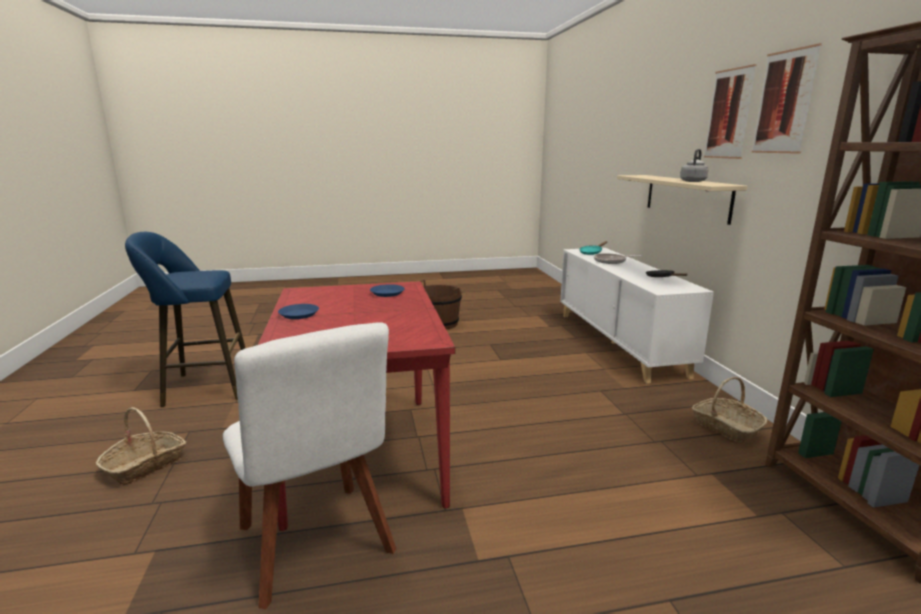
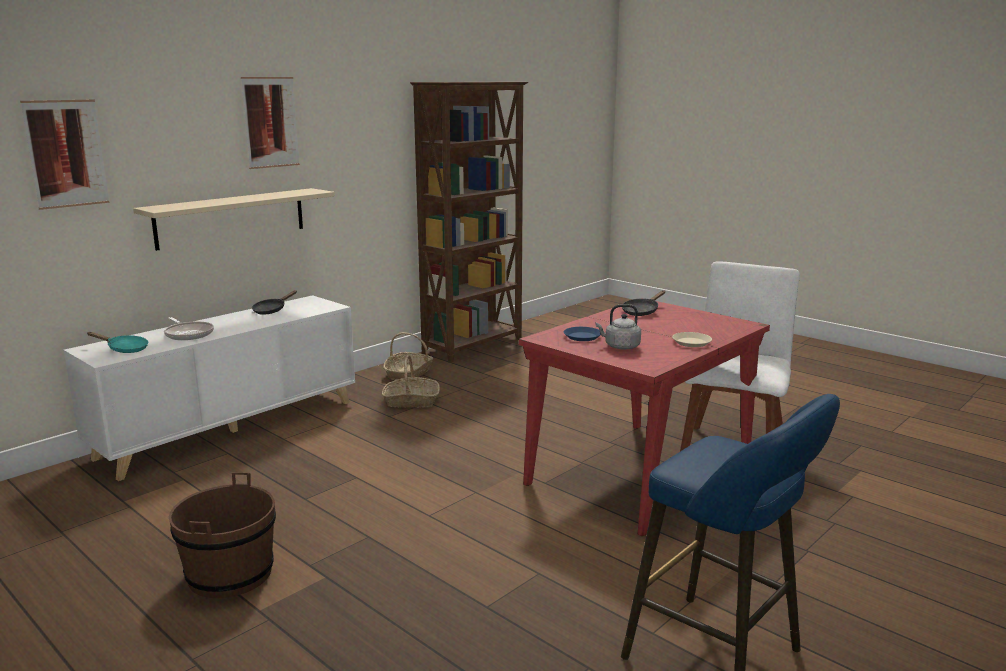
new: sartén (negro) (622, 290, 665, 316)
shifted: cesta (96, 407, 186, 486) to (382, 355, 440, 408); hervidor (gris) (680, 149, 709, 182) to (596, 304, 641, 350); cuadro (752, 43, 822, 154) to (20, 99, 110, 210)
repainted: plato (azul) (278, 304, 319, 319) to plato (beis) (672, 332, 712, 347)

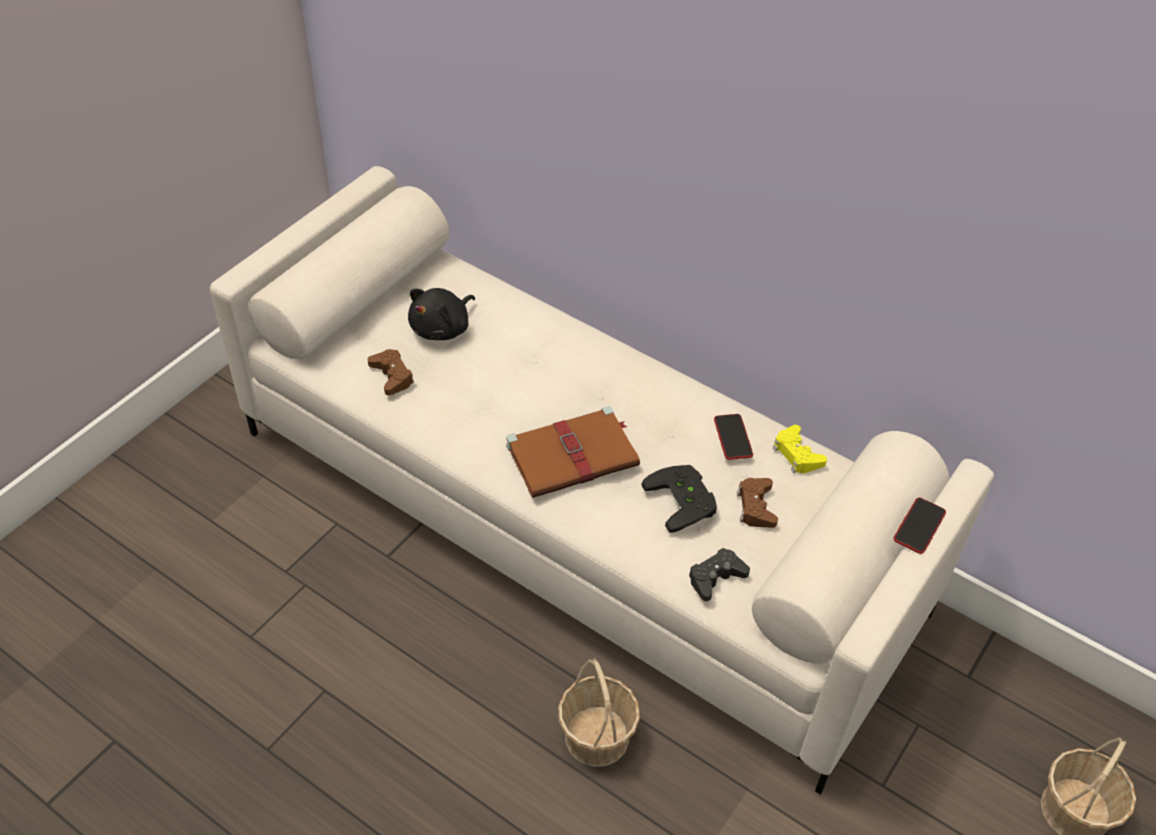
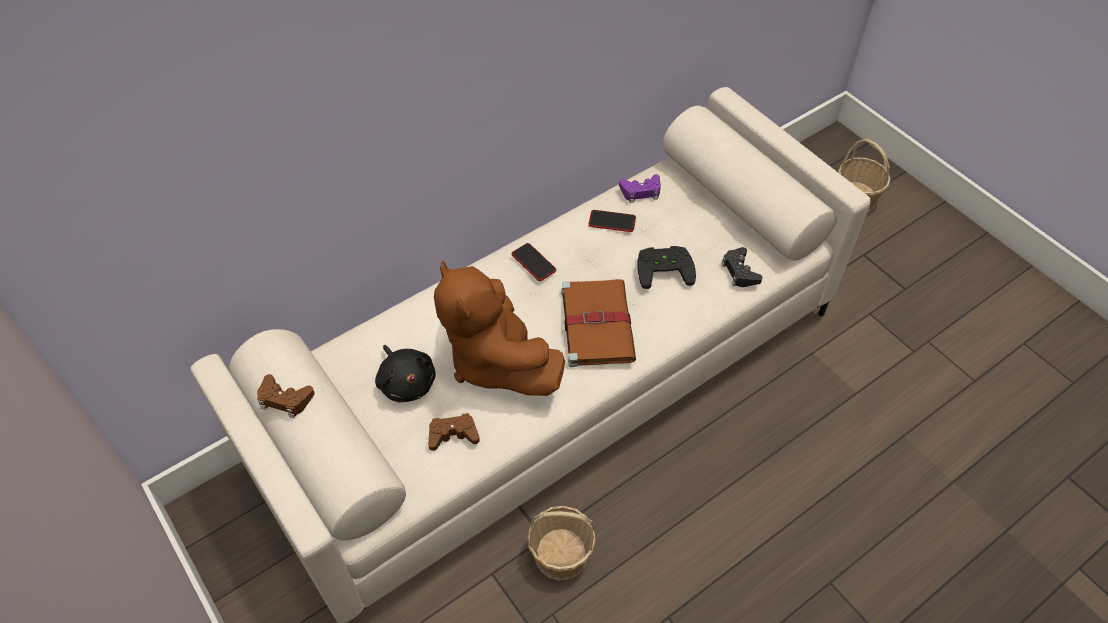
new: peluche (marrón) (434, 260, 565, 396)
shifted: cesta (558, 658, 640, 767) to (527, 506, 596, 581); mando de consola (marrón) (737, 478, 778, 528) to (257, 374, 315, 418); móvil (894, 498, 946, 554) to (511, 243, 556, 281)
repainted: mando de consola (amarillo) (773, 425, 827, 473) to mando de consola (morado) (619, 174, 661, 203)

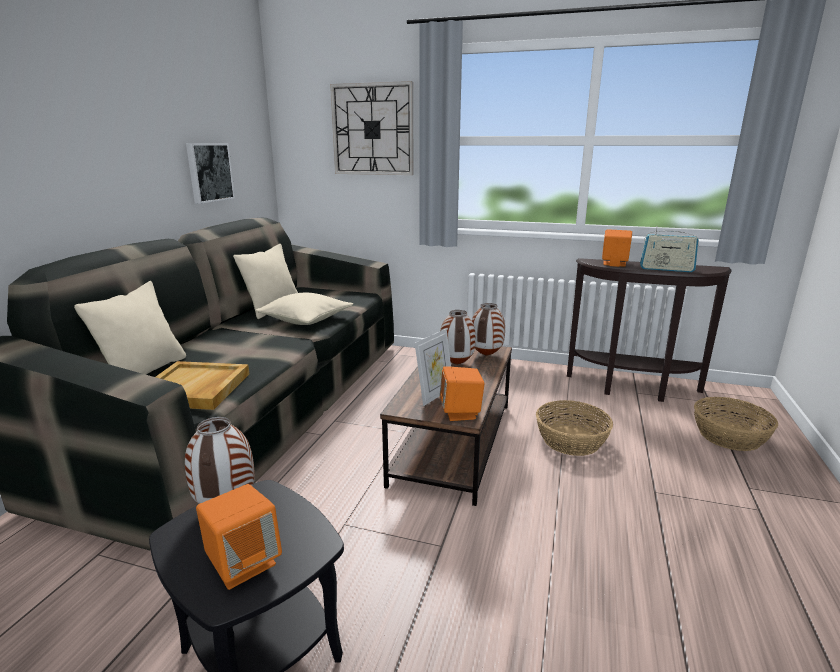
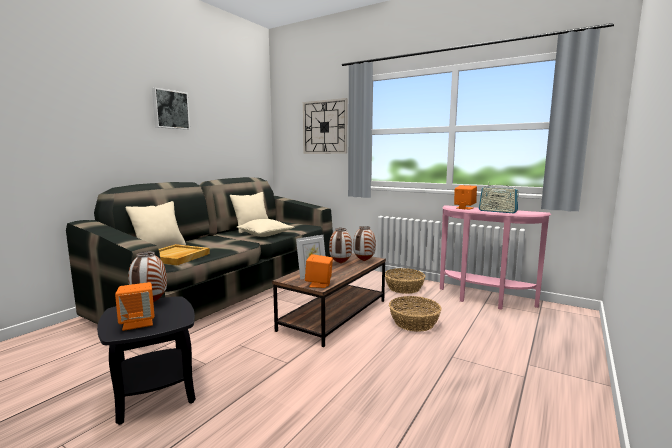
shifted: cuadro (186, 143, 235, 204) to (152, 87, 190, 130); cesta (694, 397, 778, 451) to (385, 268, 426, 294)
repainted: mesa consola (marrón) (567, 258, 732, 402) to mesa consola (rosa) (440, 205, 551, 310)

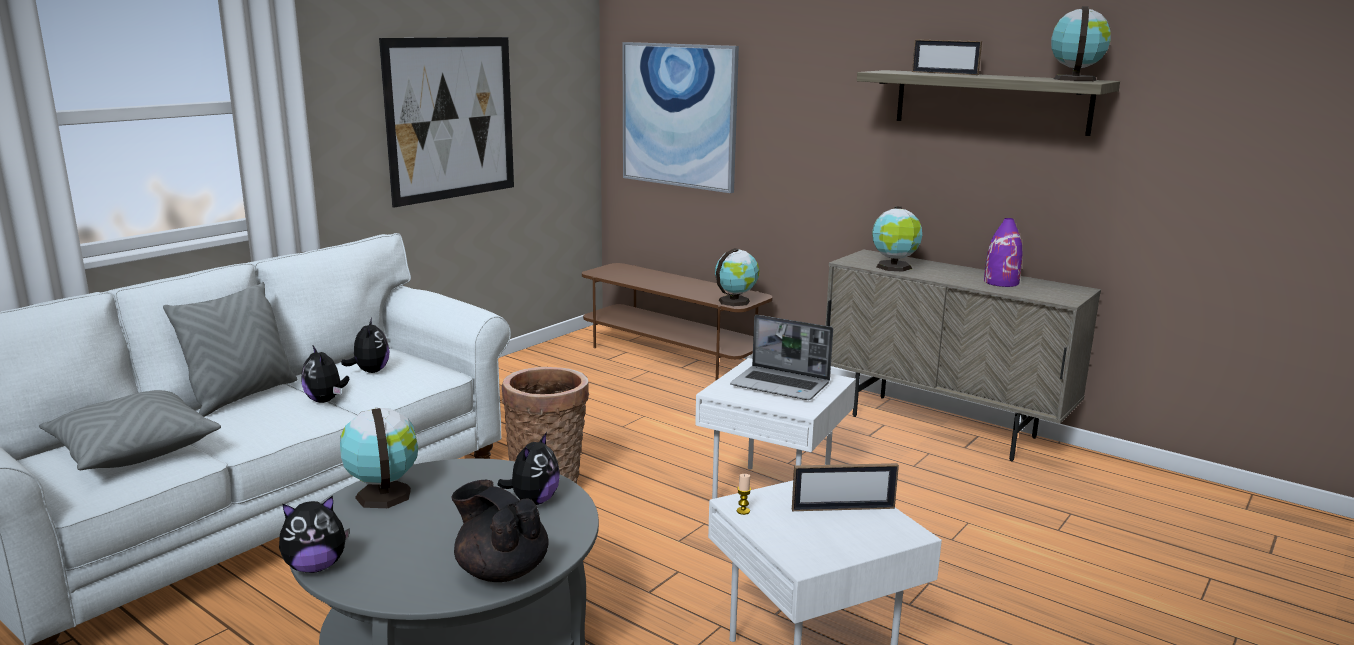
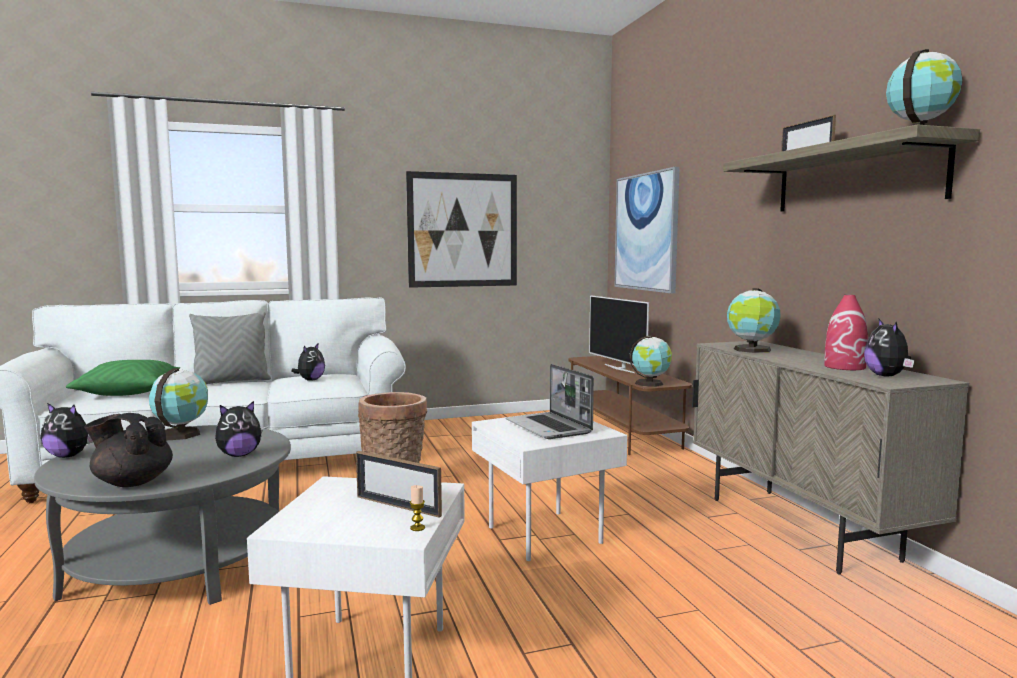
new: televisor (589, 295, 649, 373)
shifted: peluche (301, 346, 349, 403) to (864, 319, 914, 376); vela (737, 474, 751, 515) to (410, 485, 425, 531)
repainted: cojín (gris) (39, 390, 221, 470) to cojín (verde) (66, 360, 180, 396); florero (morado) (984, 218, 1022, 287) to florero (rojo) (824, 295, 868, 370)
rotated: tetera (negro) (452, 480, 549, 582) = (84, 413, 173, 487) 60 degrees counterclockwise

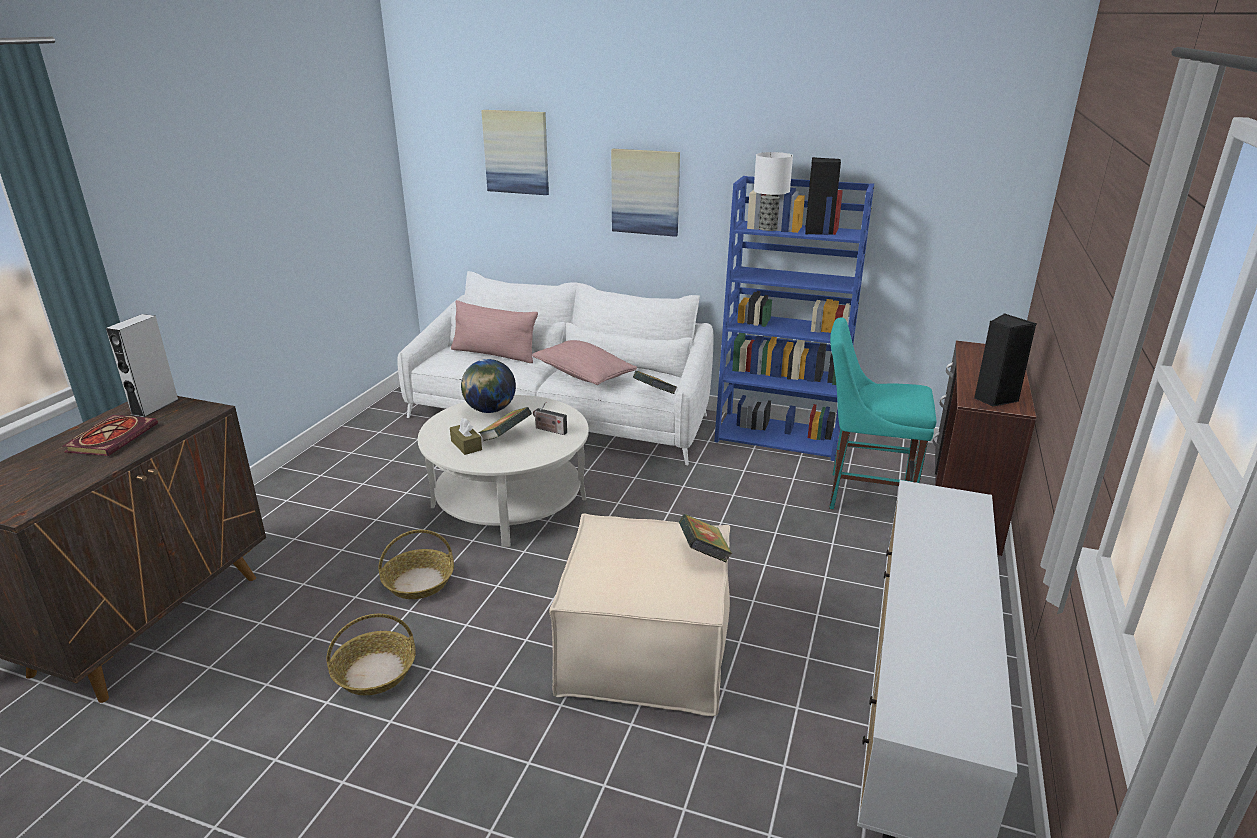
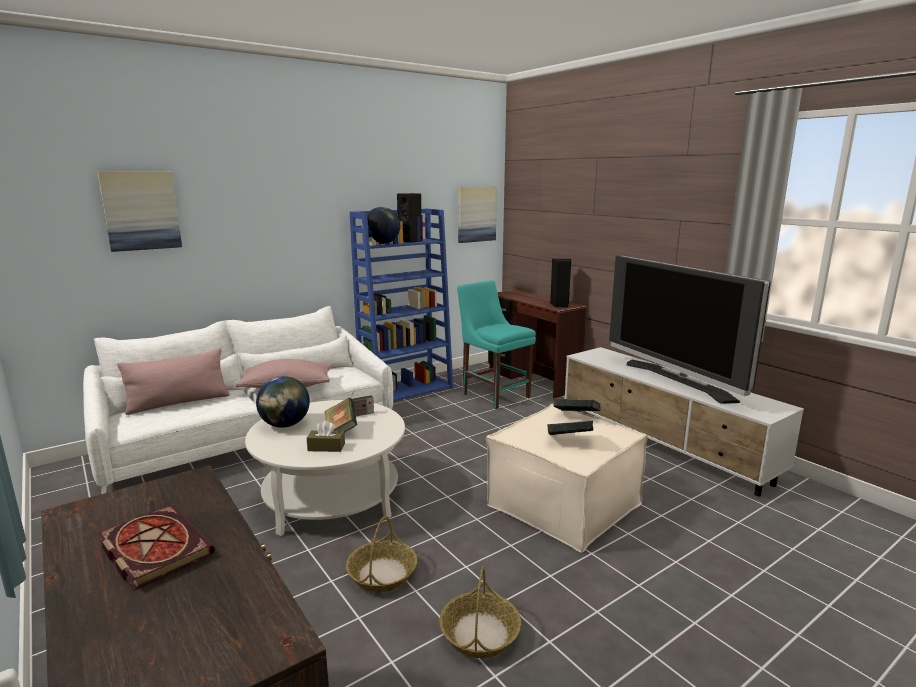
gone: altavoz (gris) (106, 314, 179, 417)
new: televisor (609, 255, 771, 404)
shifted: cuadro (611, 149, 680, 237) to (458, 187, 497, 243); libro (633, 371, 677, 394) to (547, 421, 593, 435)
swapped: lámpara de mesa (754, 152, 793, 231) to globo terráqueo (367, 207, 400, 244)
rotated: silla (turquesa) (829, 317, 936, 510) = (457, 280, 536, 409) 90 degrees clockwise

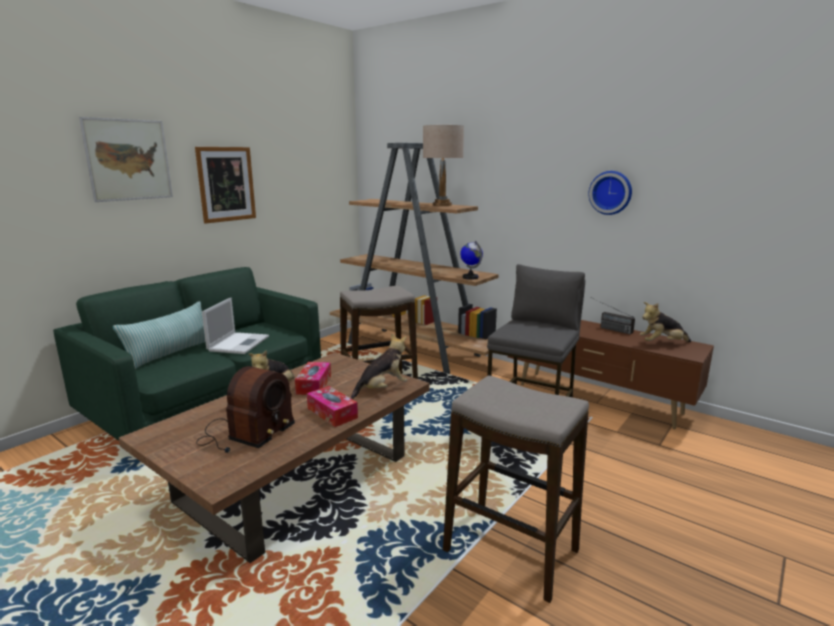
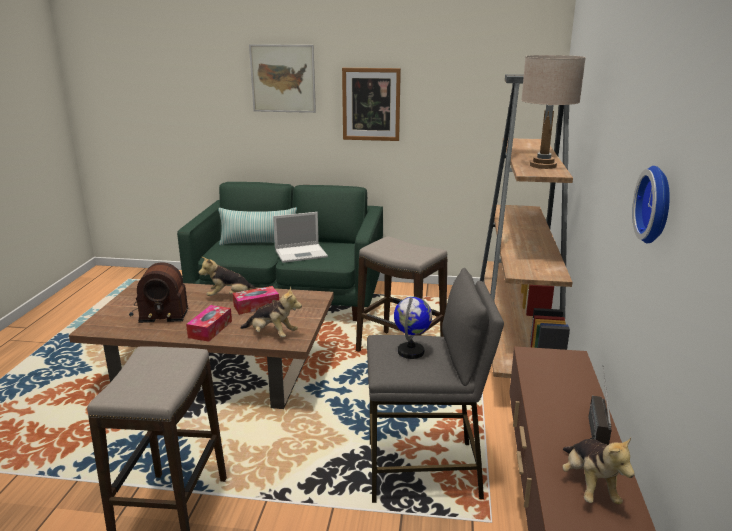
shifted: globo terráqueo (460, 241, 483, 280) to (394, 297, 432, 359)
rotated: peluche (640, 302, 691, 342) = (562, 438, 635, 504) 150 degrees counterclockwise

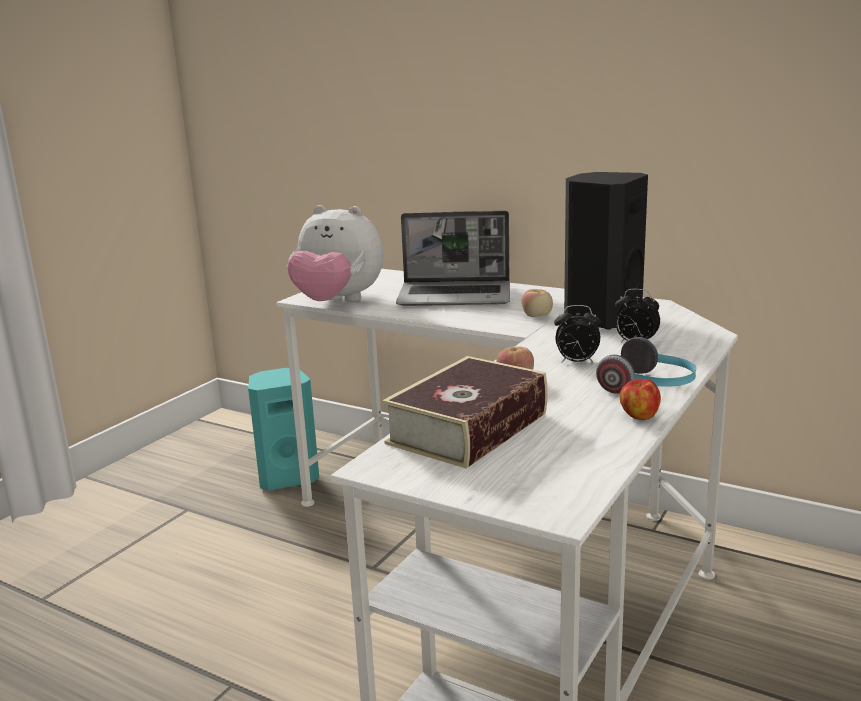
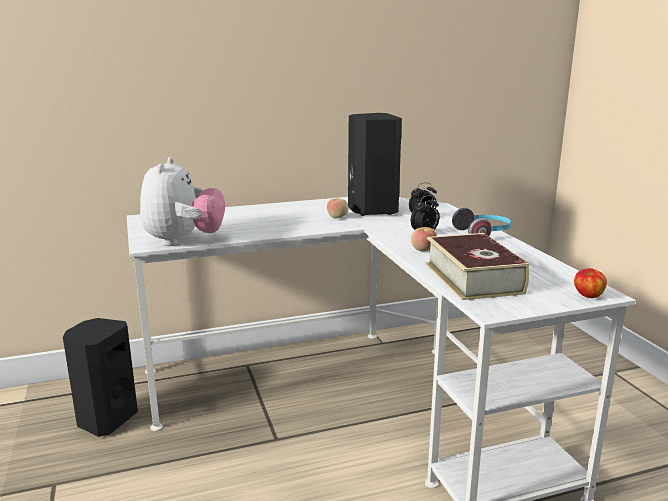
gone: portátil (396, 211, 510, 306)
shifted: manzana (620, 379, 661, 420) to (574, 268, 607, 298)
repainted: altavoz (turquesa) (248, 368, 319, 491) to altavoz (negro) (63, 318, 138, 437)
rotated: peluche (287, 205, 383, 301) = (140, 157, 225, 246) 60 degrees counterclockwise

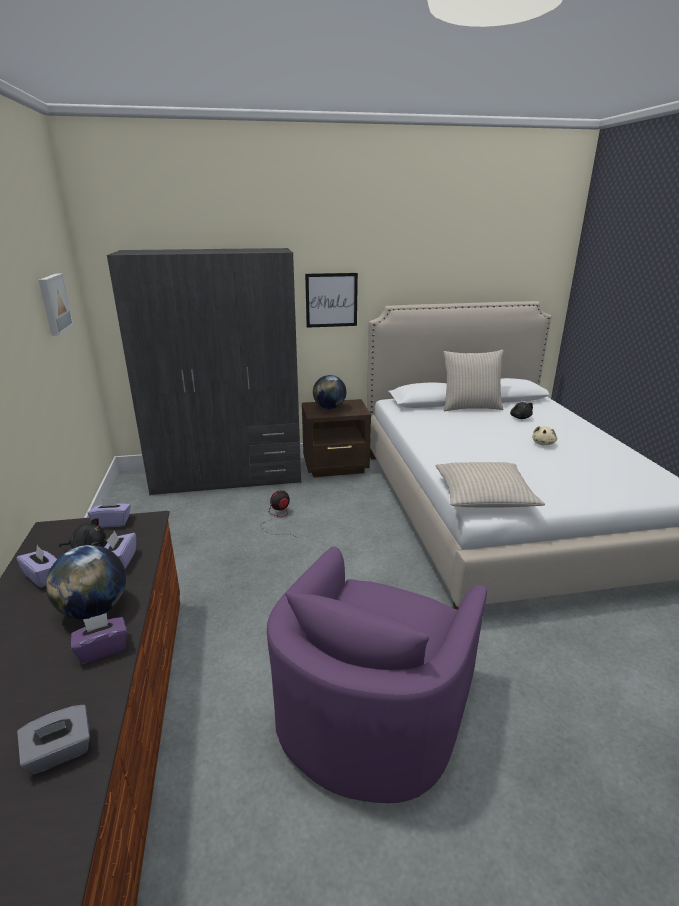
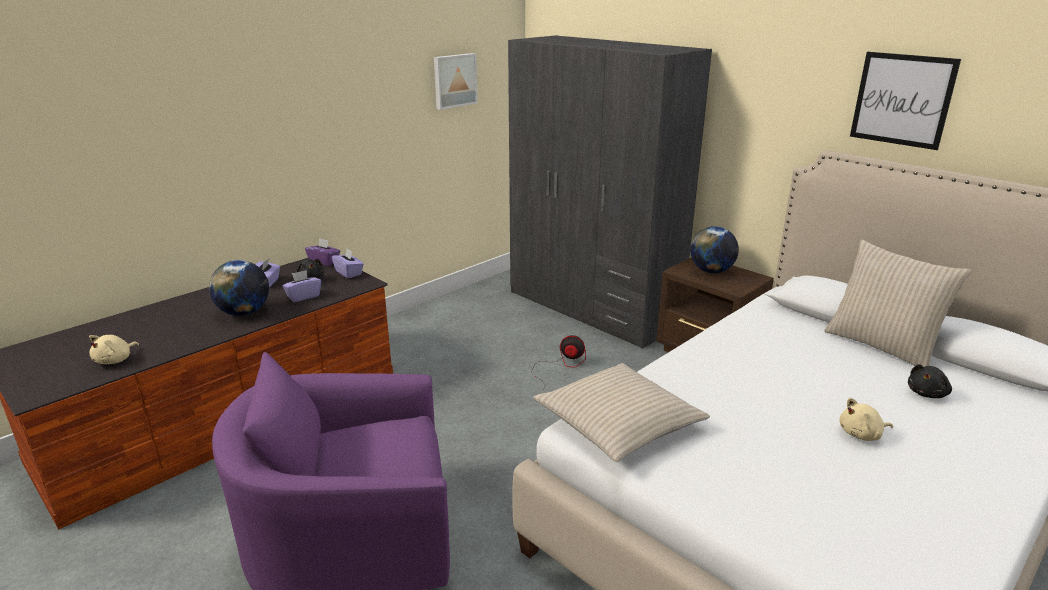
shifted: caja de pañuelos (morado) (71, 613, 127, 664) to (305, 238, 340, 266); cuadro (305, 273, 358, 328) to (850, 52, 961, 150)
swapped: caja de pañuelos (gris) (17, 704, 90, 774) to peluche (beis) (89, 335, 139, 364)

